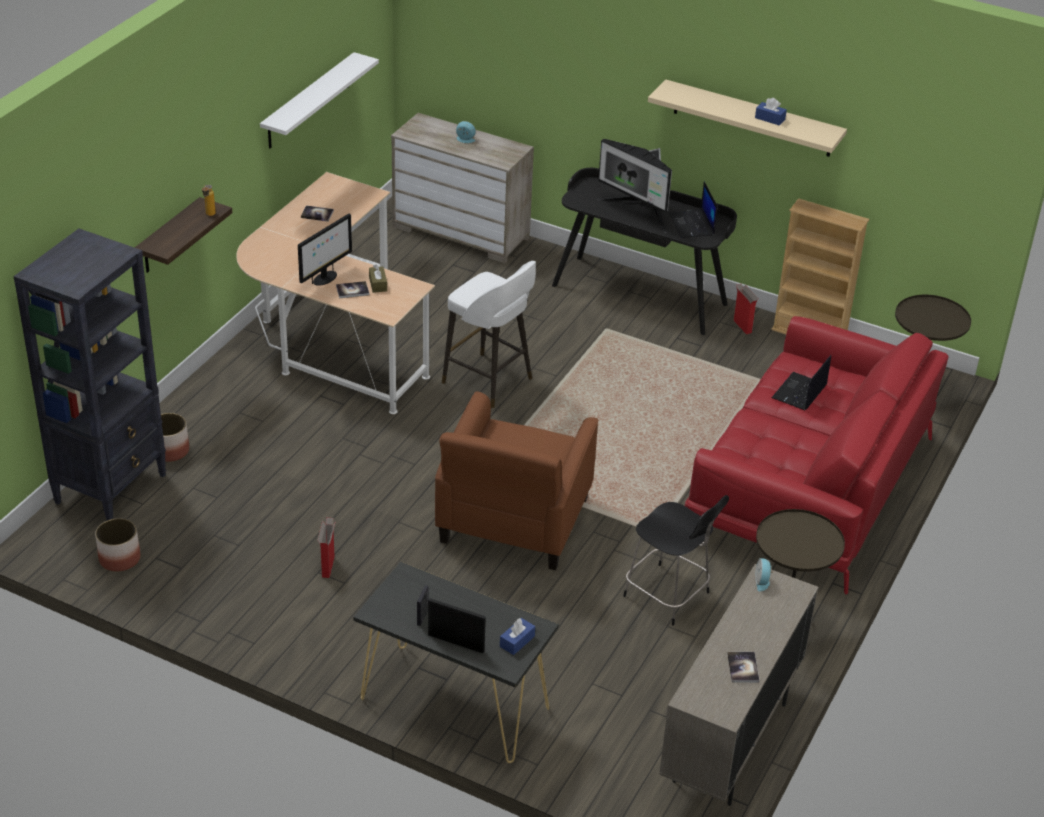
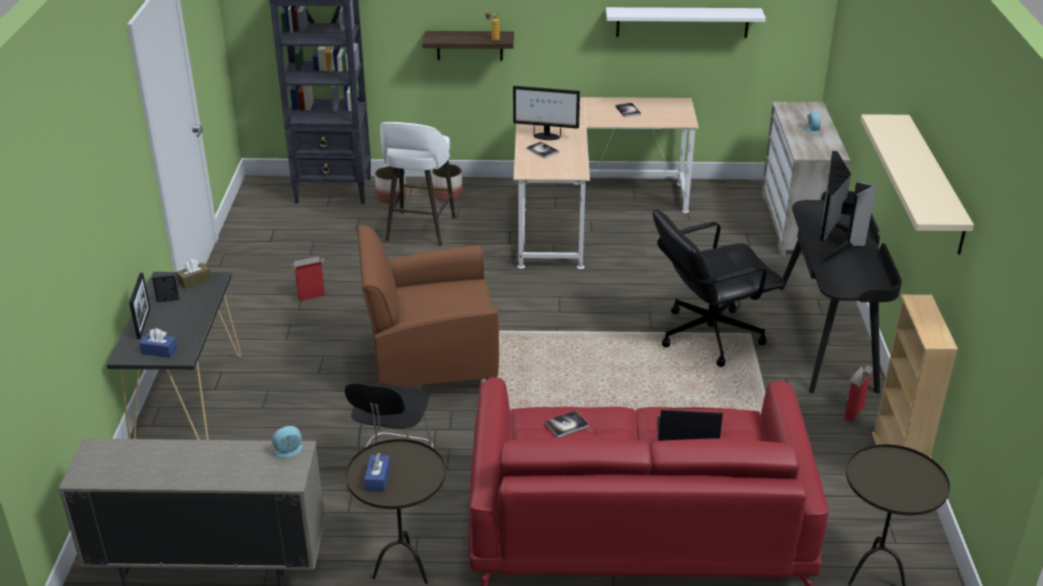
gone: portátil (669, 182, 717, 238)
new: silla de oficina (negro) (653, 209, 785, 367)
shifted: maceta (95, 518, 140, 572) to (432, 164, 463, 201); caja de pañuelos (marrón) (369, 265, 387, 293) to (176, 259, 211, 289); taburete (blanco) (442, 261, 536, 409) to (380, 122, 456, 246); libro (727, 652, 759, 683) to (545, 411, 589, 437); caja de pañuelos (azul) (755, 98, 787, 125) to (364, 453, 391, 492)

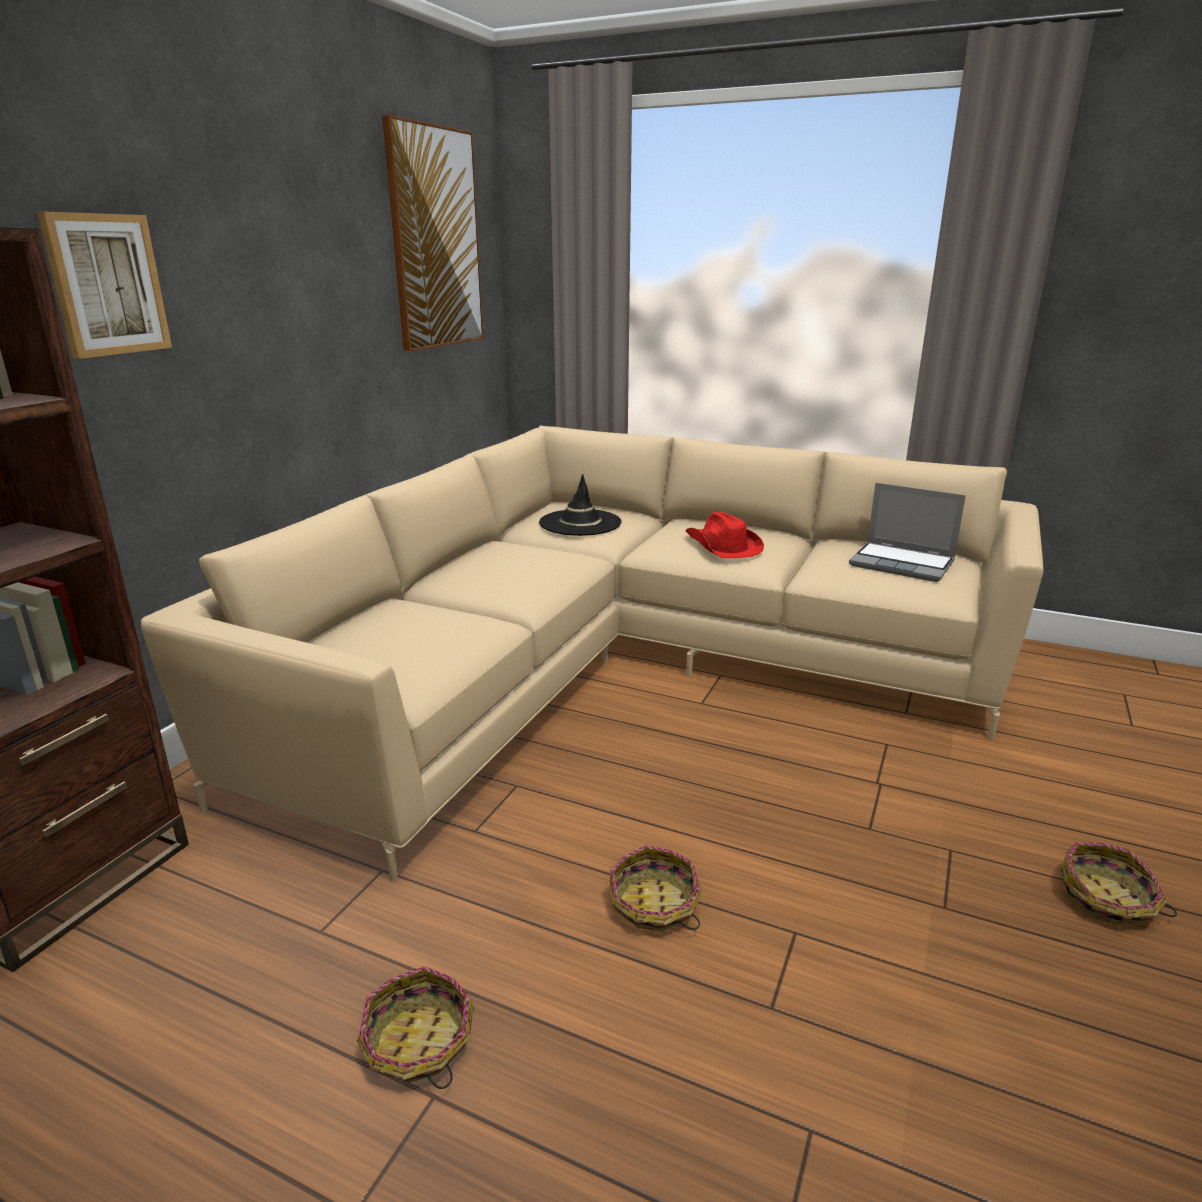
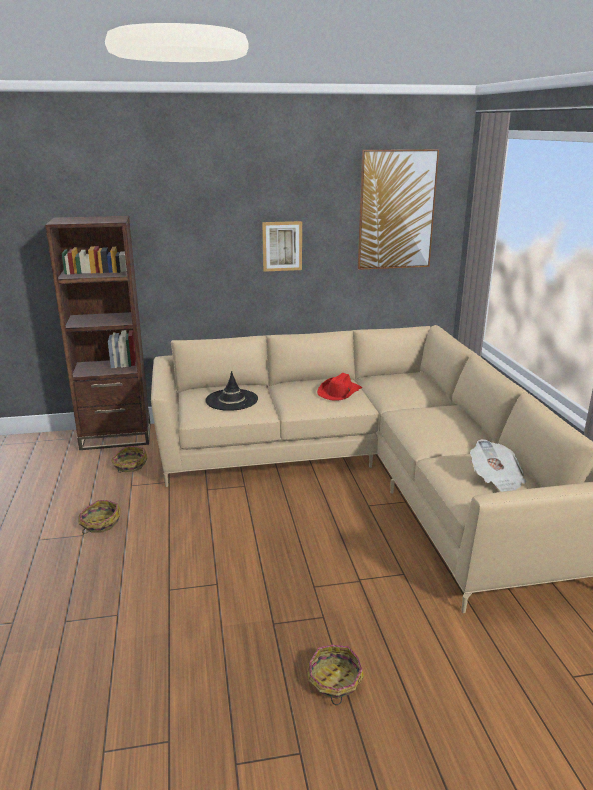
shifted: cuadro (37, 212, 172, 359) to (262, 221, 302, 272); sombrero (negro) (539, 474, 622, 536) to (205, 371, 258, 411); cesta (610, 845, 702, 931) to (111, 446, 147, 473); sombrero (rojo) (685, 512, 764, 558) to (317, 373, 362, 401)
swapped: portátil (849, 483, 966, 582) to periódico (470, 439, 526, 492)

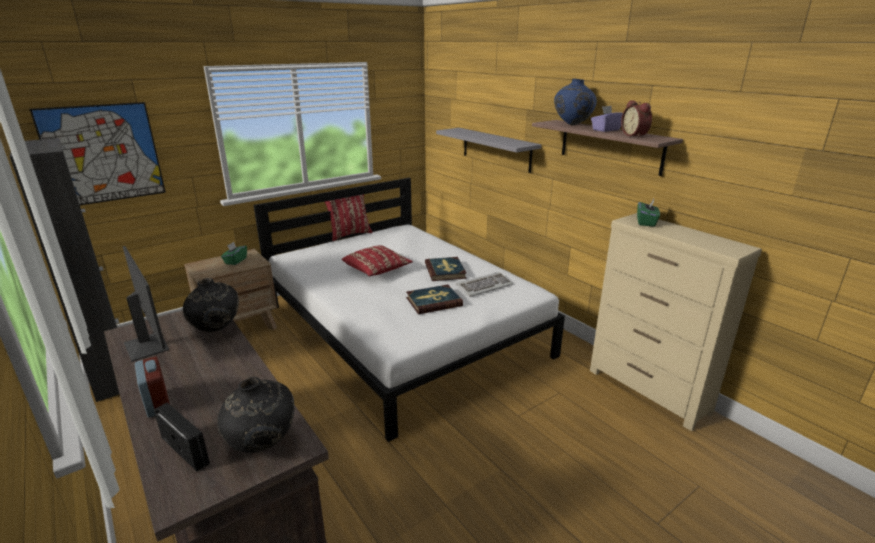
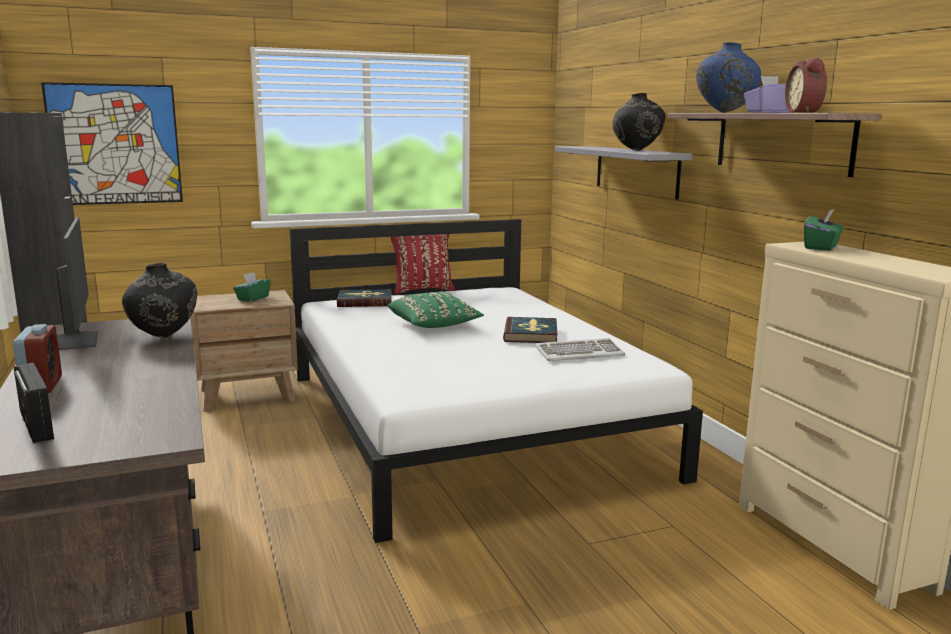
shifted: florero (negro) (217, 377, 295, 453) to (612, 93, 666, 151); libro (406, 285, 463, 314) to (337, 289, 392, 307)
repainted: cojín (rojo) (342, 245, 413, 276) to cojín (verde) (387, 292, 484, 328)

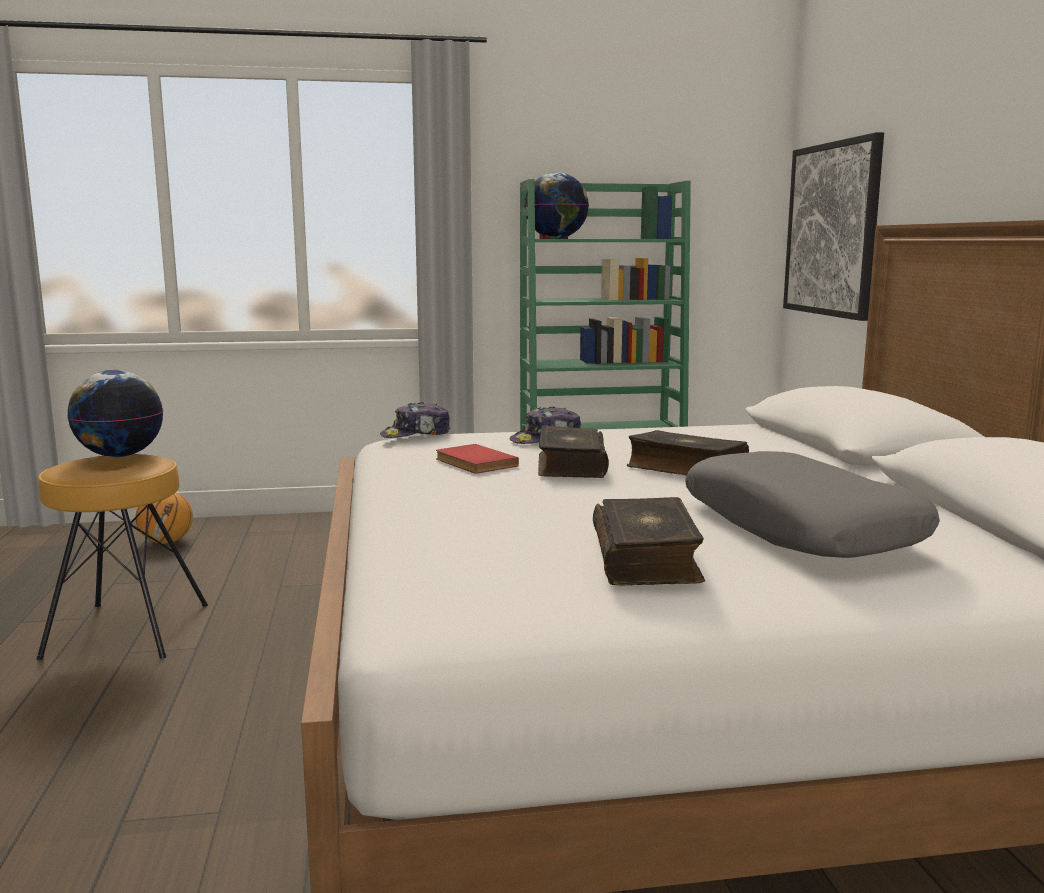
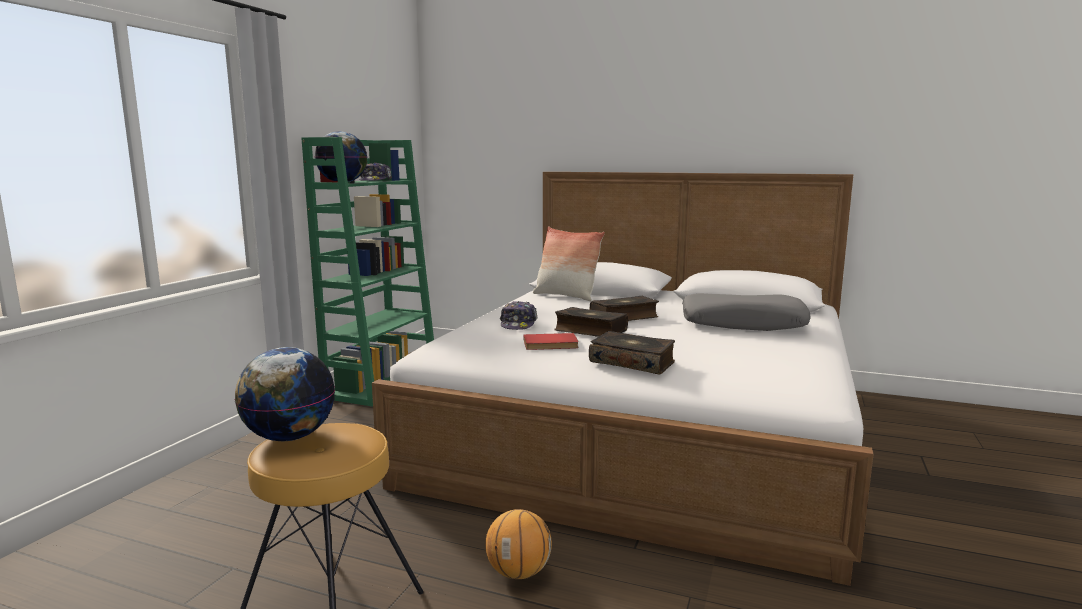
gone: cuadro (783, 132, 884, 321)
new: cojín (533, 226, 605, 301)
shifted: balón de baloncesto (135, 492, 193, 544) to (485, 509, 552, 579); gorra (380, 402, 450, 438) to (359, 162, 392, 181); libro (593, 497, 705, 586) to (589, 331, 675, 374)

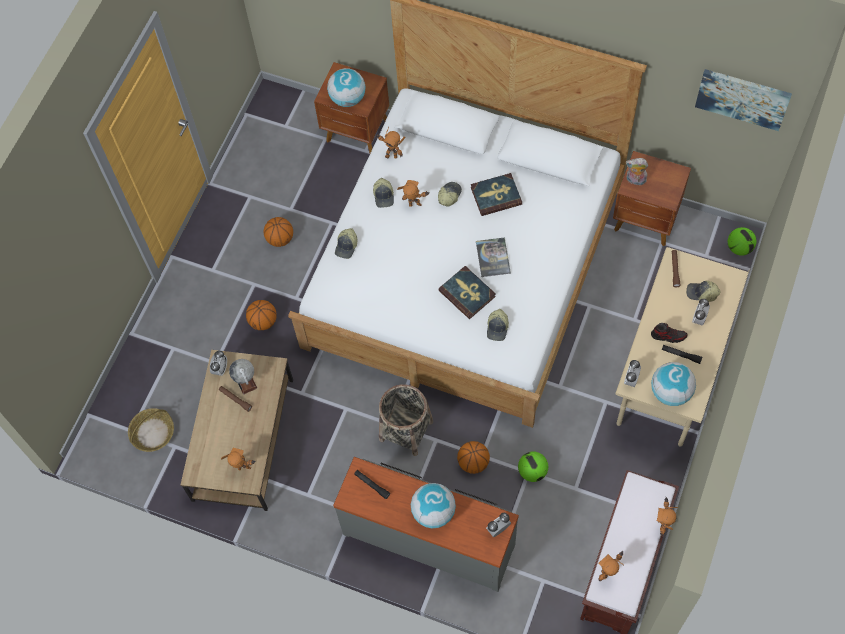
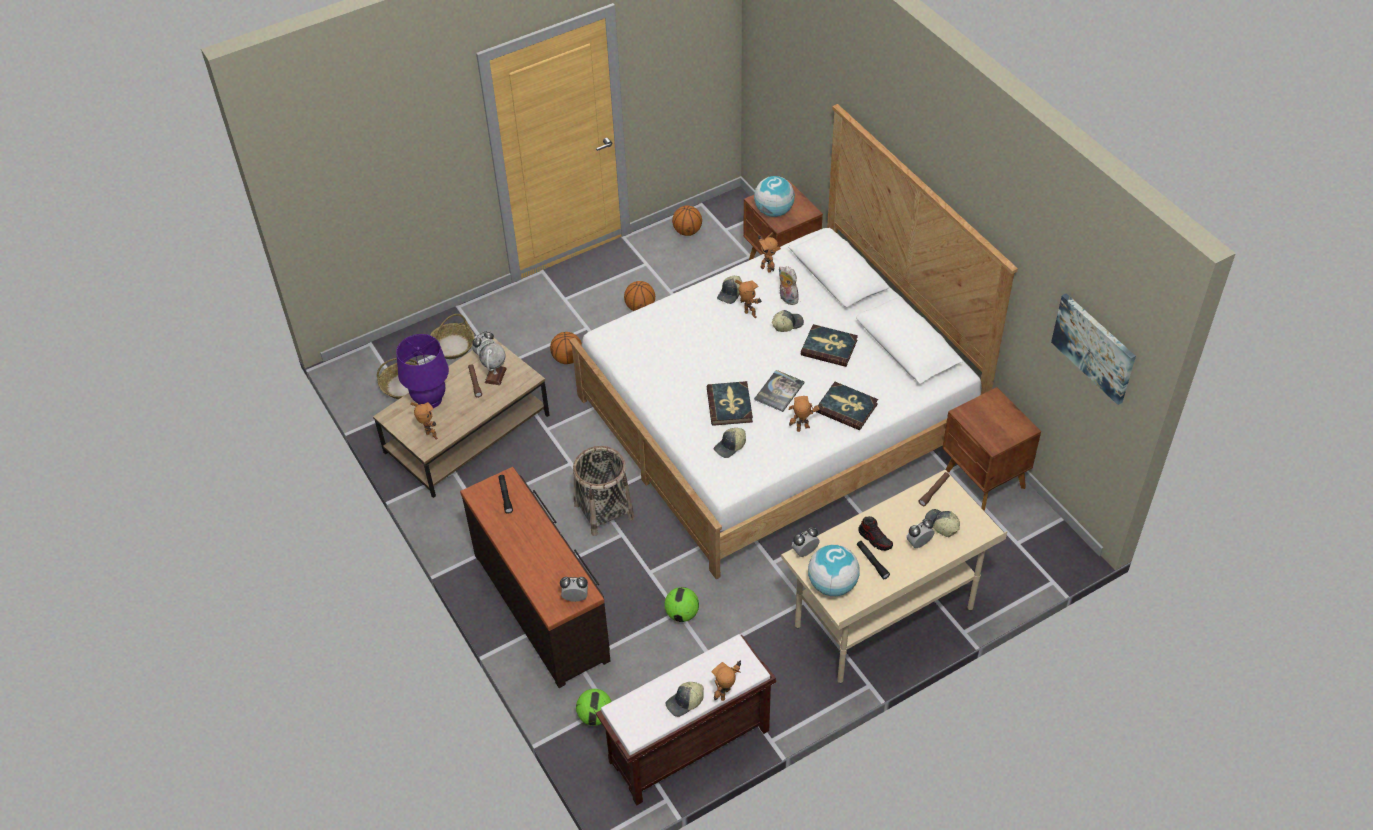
gone: globo terráqueo (411, 483, 456, 528)
new: lámpara de mesa (morado) (396, 334, 449, 408); cesta (430, 314, 475, 359); libro (816, 382, 878, 430)
shifted: gorra (335, 228, 357, 259) to (665, 682, 704, 717); balón de baloncesto (457, 441, 490, 474) to (672, 205, 702, 236); robot de juguete (598, 551, 624, 581) to (789, 396, 823, 432); peluche (626, 158, 648, 186) to (778, 266, 799, 305); balón de fútbol (728, 227, 756, 256) to (576, 689, 612, 726)
repainted: cómoda (gris) (333, 457, 519, 592) to cómoda (marrón) (460, 467, 610, 688)

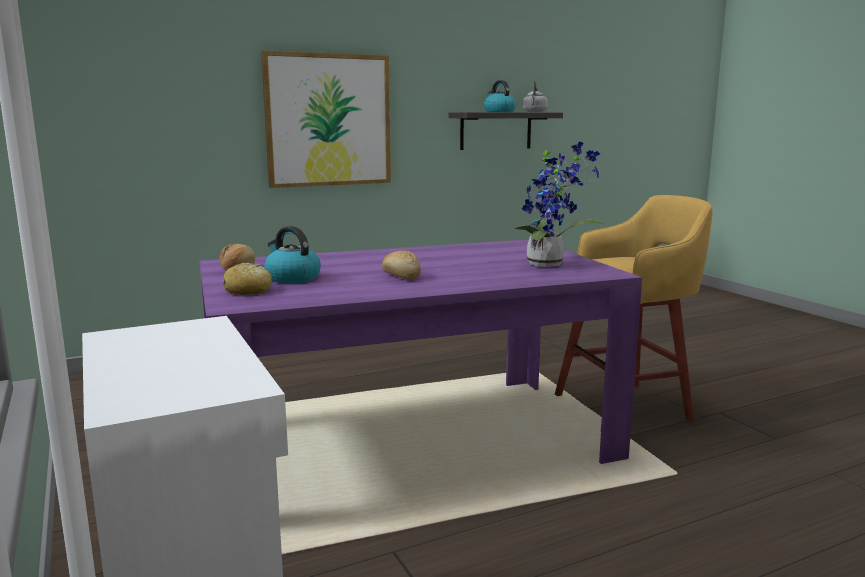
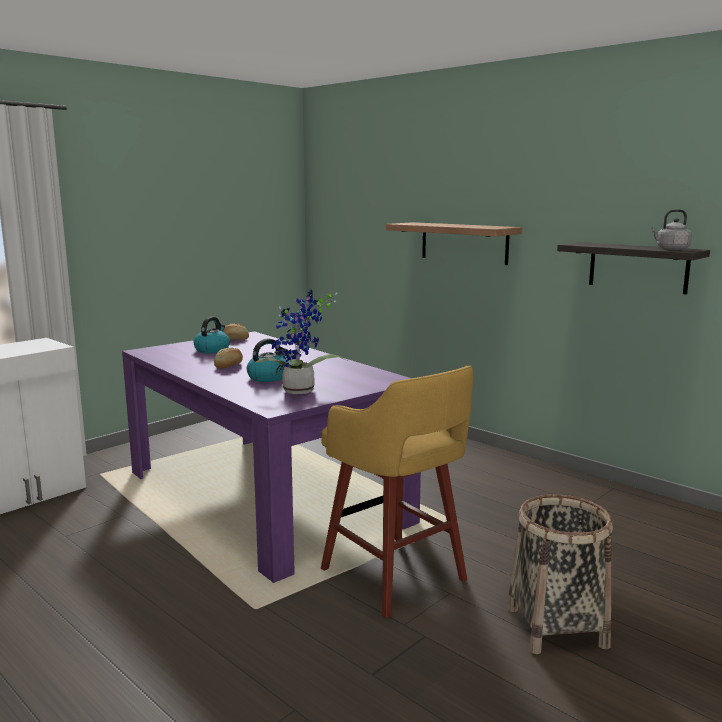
gone: pan (223, 263, 272, 295)
new: cesta (508, 495, 613, 654)
shifted: hervidor (484, 80, 516, 112) to (247, 339, 288, 382)
swapped: cuadro (261, 50, 391, 188) to estante (386, 222, 522, 265)

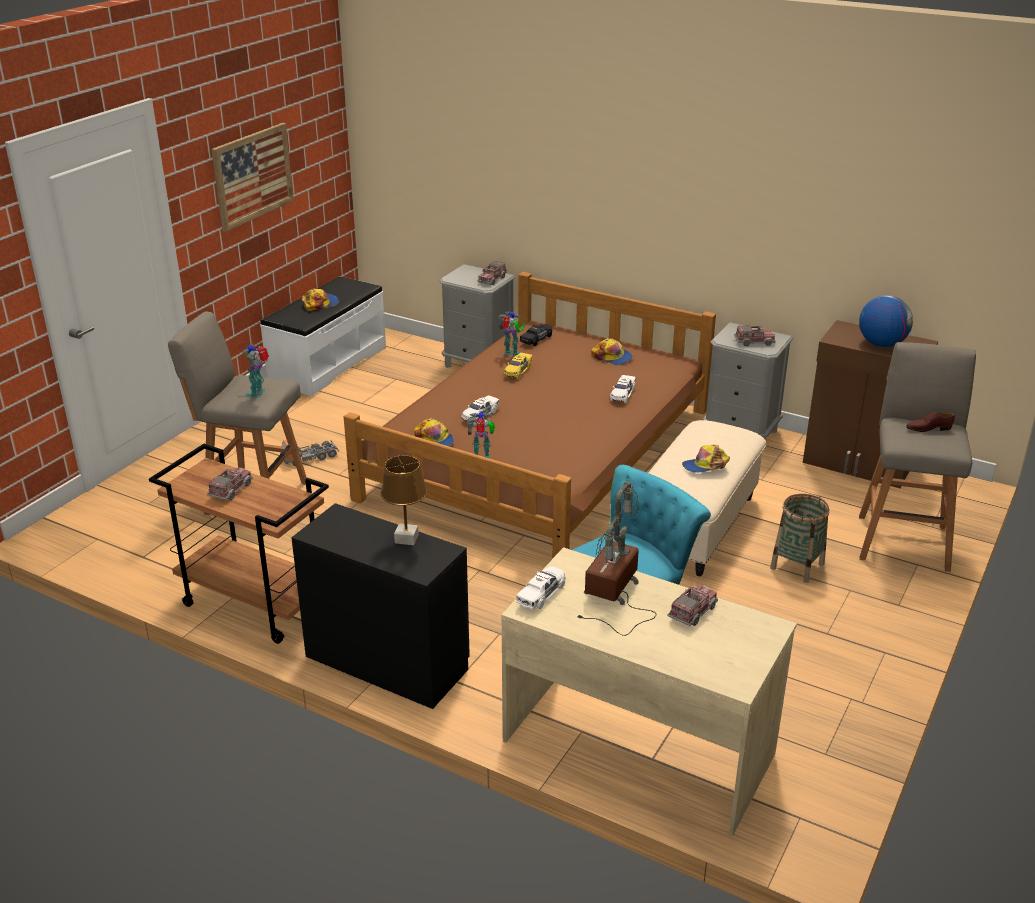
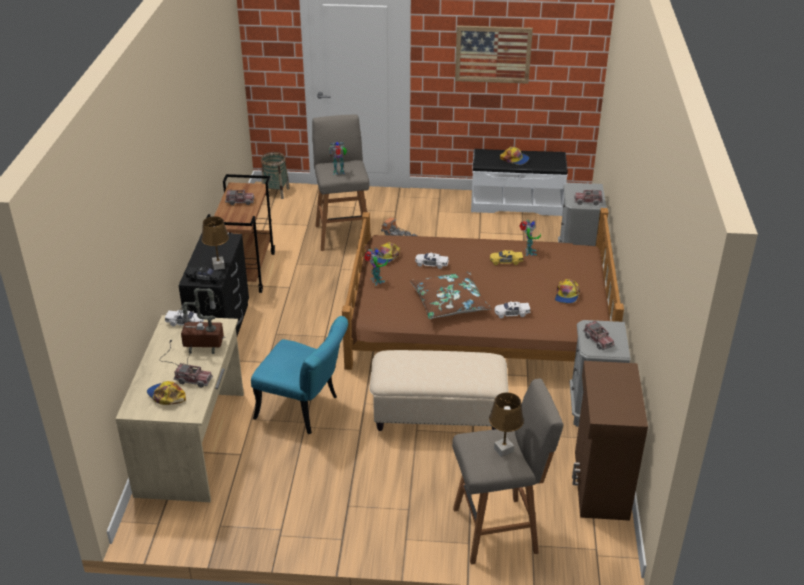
gone: globo terráqueo (859, 295, 913, 347)
new: cojín (marrón) (410, 272, 492, 319)
shifted: coche de juguete (negro) (520, 324, 552, 346) to (186, 266, 222, 284); gorra (682, 445, 730, 473) to (147, 381, 186, 405); cesta (770, 494, 829, 583) to (261, 152, 290, 199)
swapped: zapato (marrón) (906, 412, 955, 432) to lámpara de mesa (marrón) (489, 392, 524, 457)

